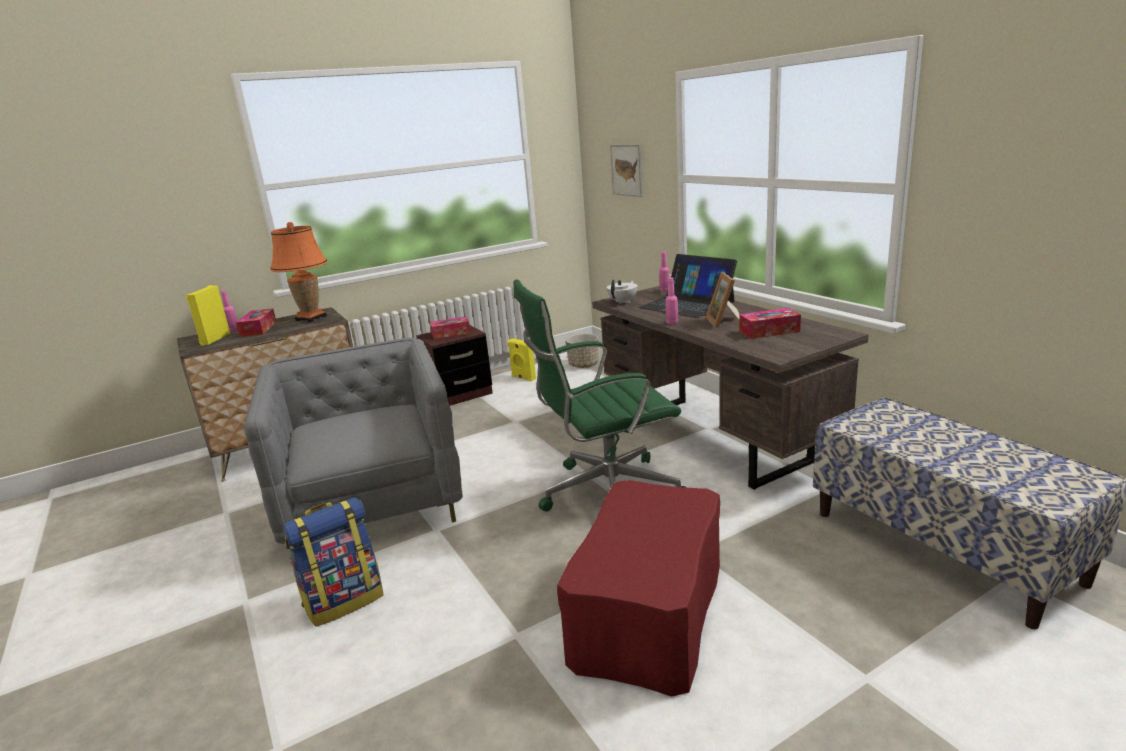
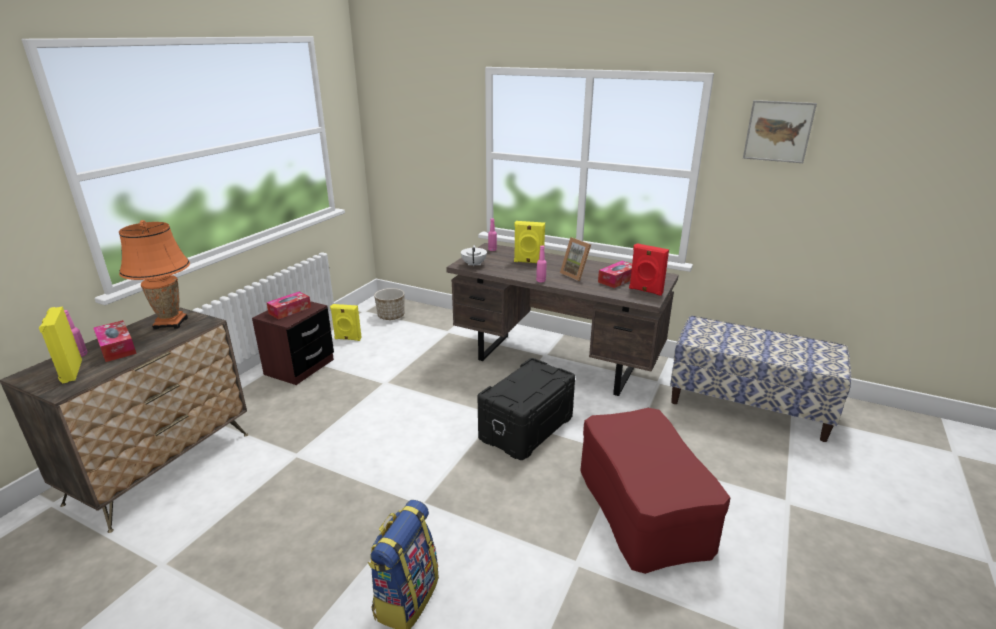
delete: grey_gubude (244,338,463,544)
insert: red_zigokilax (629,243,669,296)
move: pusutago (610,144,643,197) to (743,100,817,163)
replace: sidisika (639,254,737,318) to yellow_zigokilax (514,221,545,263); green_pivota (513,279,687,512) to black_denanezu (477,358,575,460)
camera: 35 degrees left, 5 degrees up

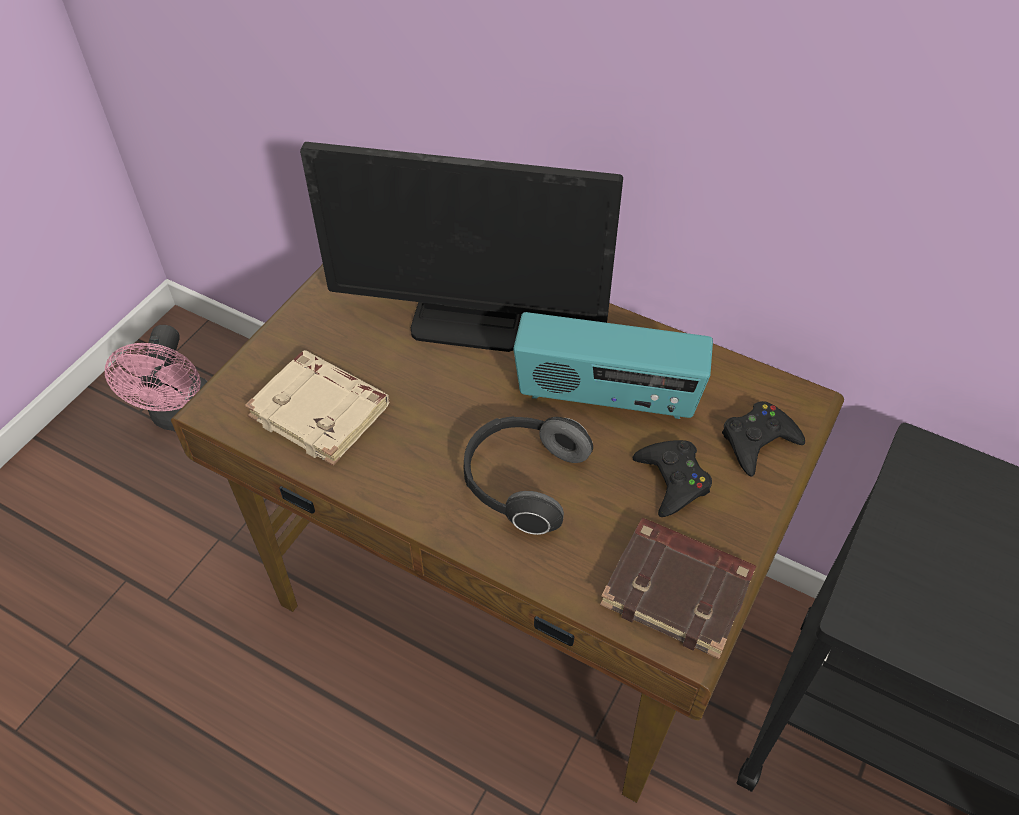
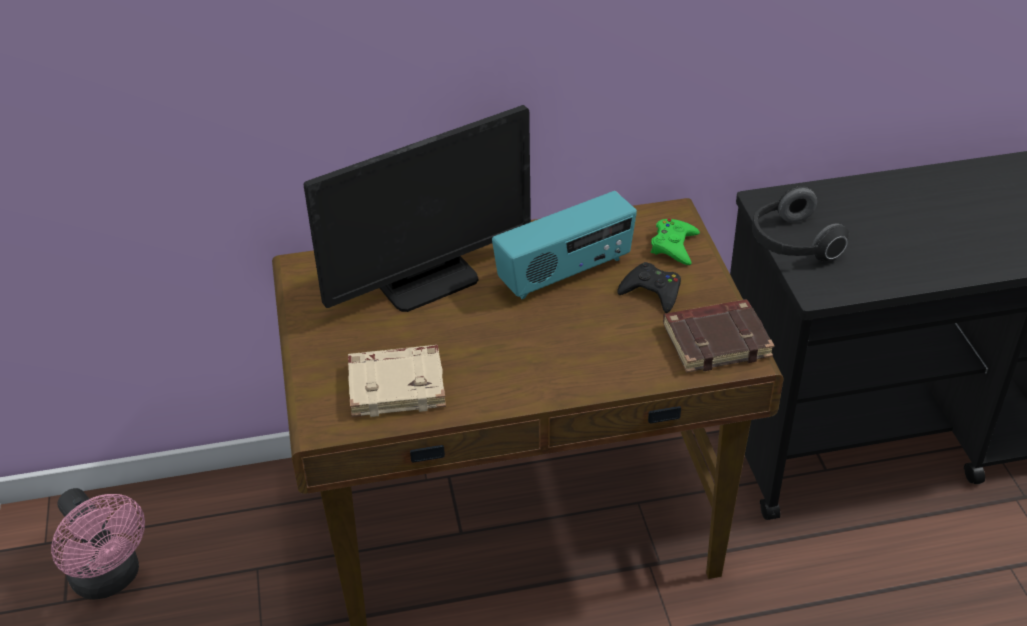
move: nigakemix (464,416,593,535) to (752,186,849,261)
recolor: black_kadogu (722,401,805,476) to green_kadogu (651,219,700,265)
camera: 40 degrees left, 10 degrees down

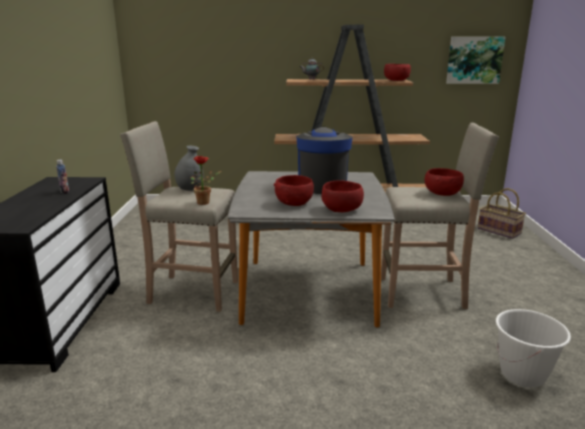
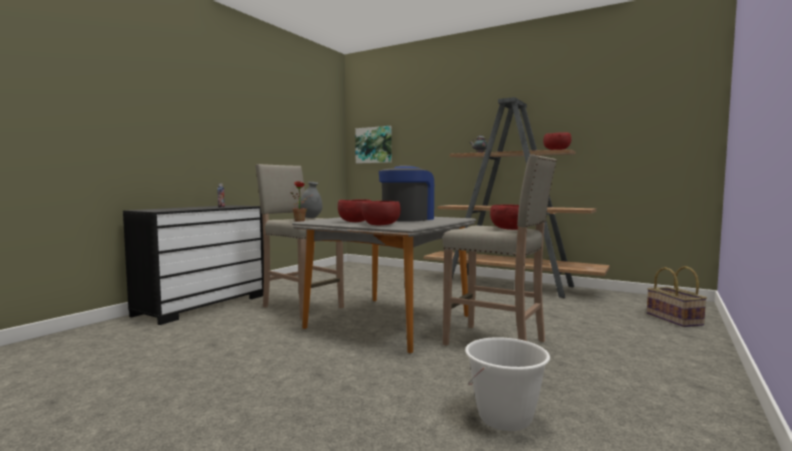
move: pusutago (446,37,506,84) to (355,126,391,164)
camera: 30 degrees right, 15 degrees down

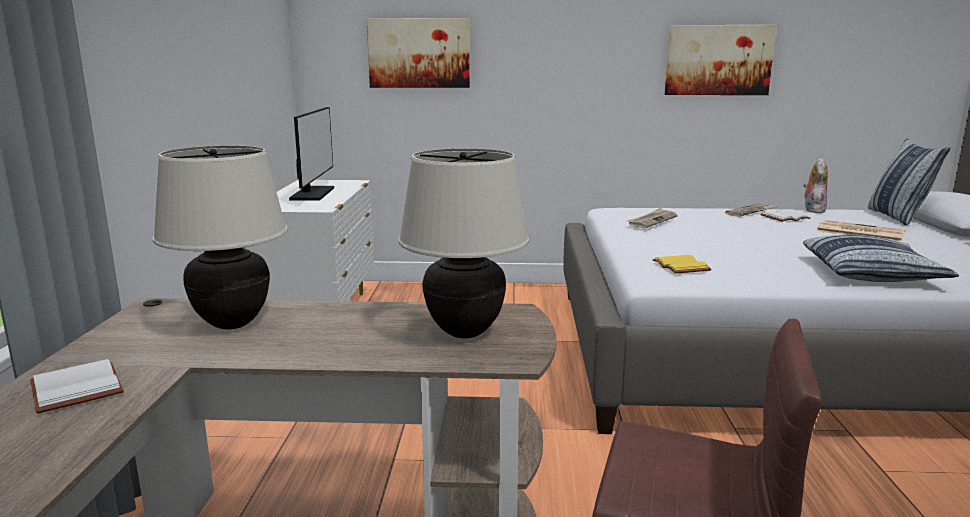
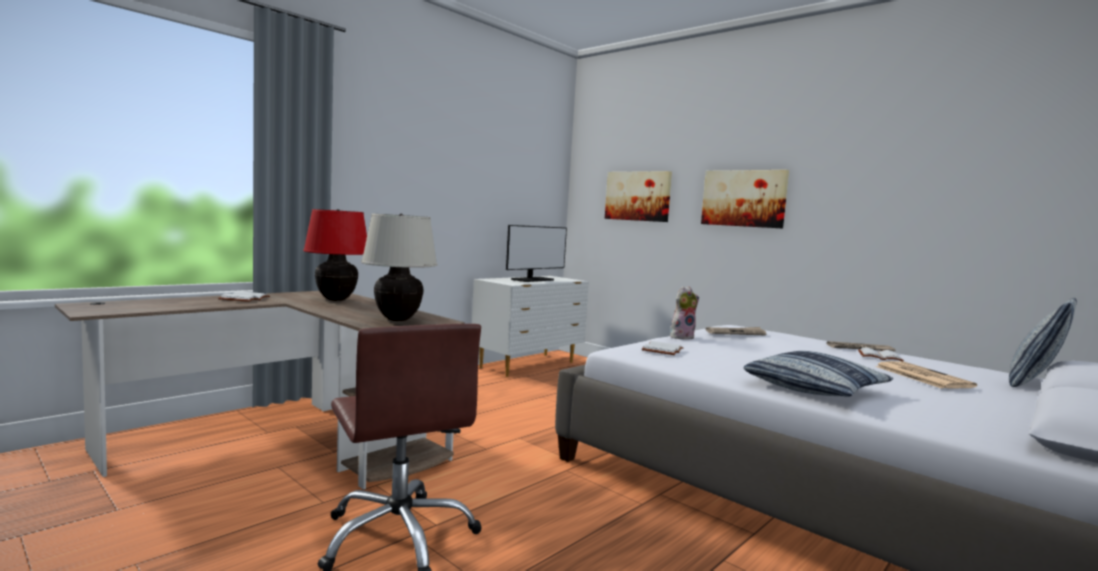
move: pusutago (664,25,776,95) to (701,170,789,229); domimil (803,158,828,213) to (670,286,699,340)
recolor: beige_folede (153,146,288,330) to red_folede (303,209,367,301); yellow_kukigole (652,255,712,274) to white_kukigole (642,341,684,355)
camera: 40 degrees right, 10 degrees down

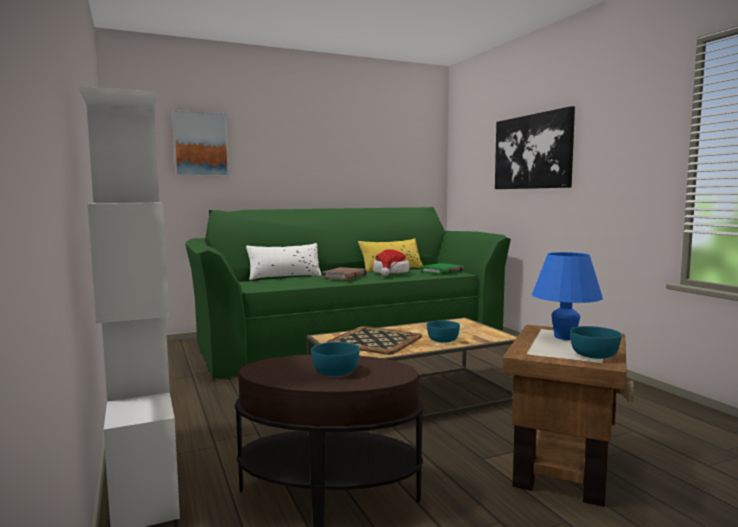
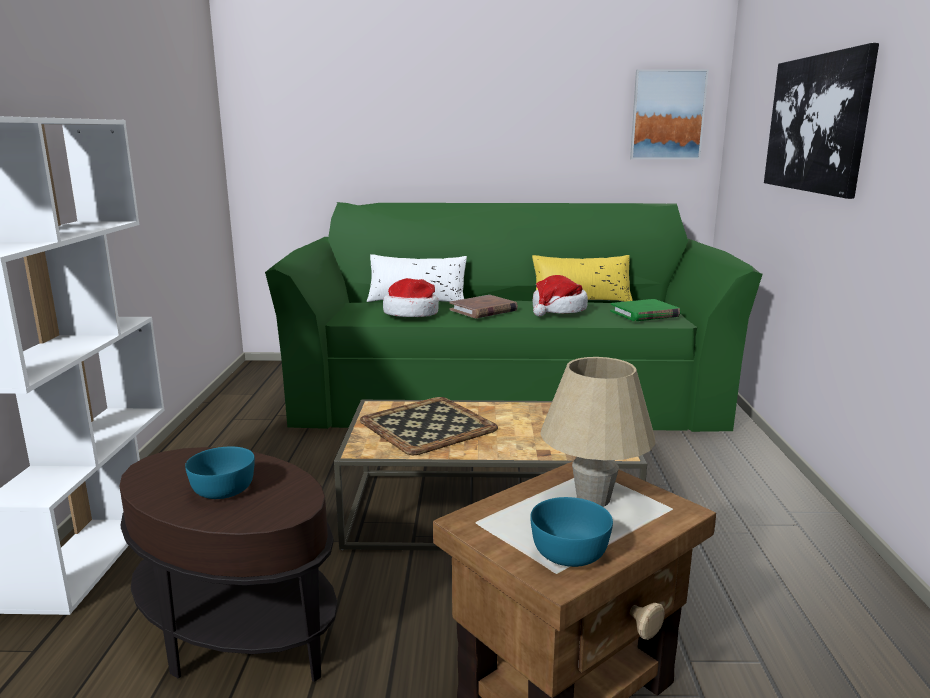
delete: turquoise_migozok (427,320,460,343)
insert: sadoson (383,278,439,317)
move: pusutago (172,110,229,176) to (630,69,709,159)
recolor: blue_folede (532,252,603,340) to beige_folede (540,357,655,507)
camera: 25 degrees right, 10 degrees up

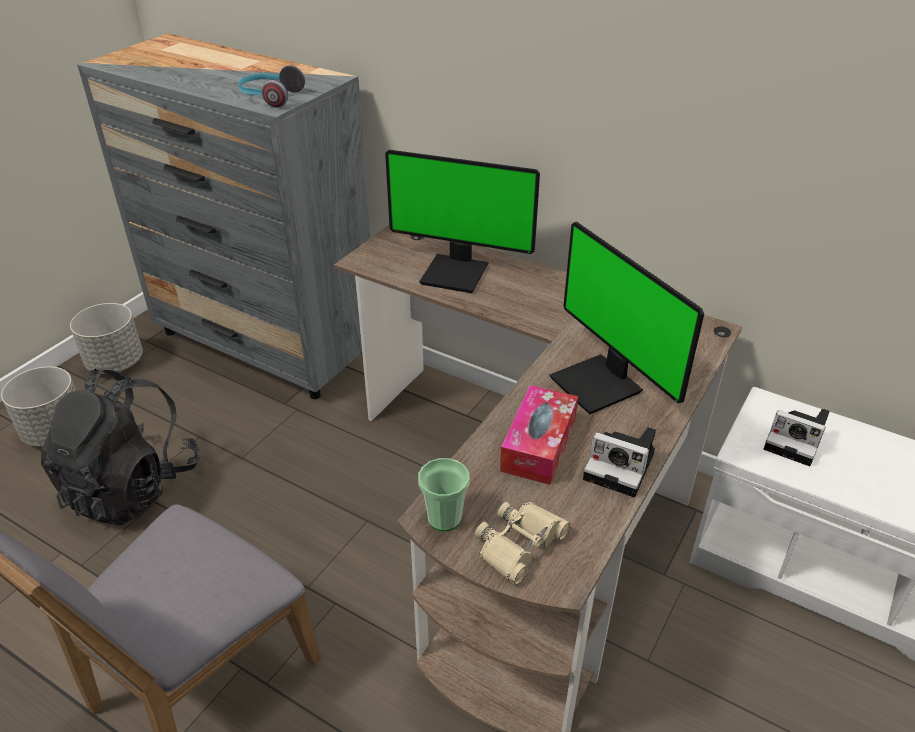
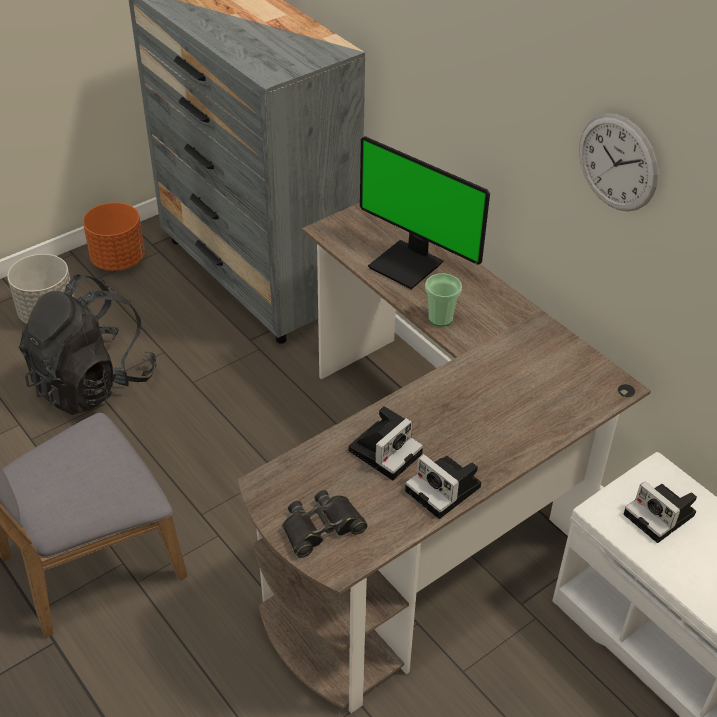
delete: nigakemix (238,65,305,108); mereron (549,222,704,415)
insert: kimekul (579,113,658,212)
move: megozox (418,458,470,531) to (425,273,462,327)
replace: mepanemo (500,385,578,485) to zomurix (349,406,423,480)
recolor: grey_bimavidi (70,303,143,374) to orange_bimavidi (83,202,145,271); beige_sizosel (475,502,571,585) to black_sizosel (282,490,368,558)
camera: 20 degrees right, 5 degrees up

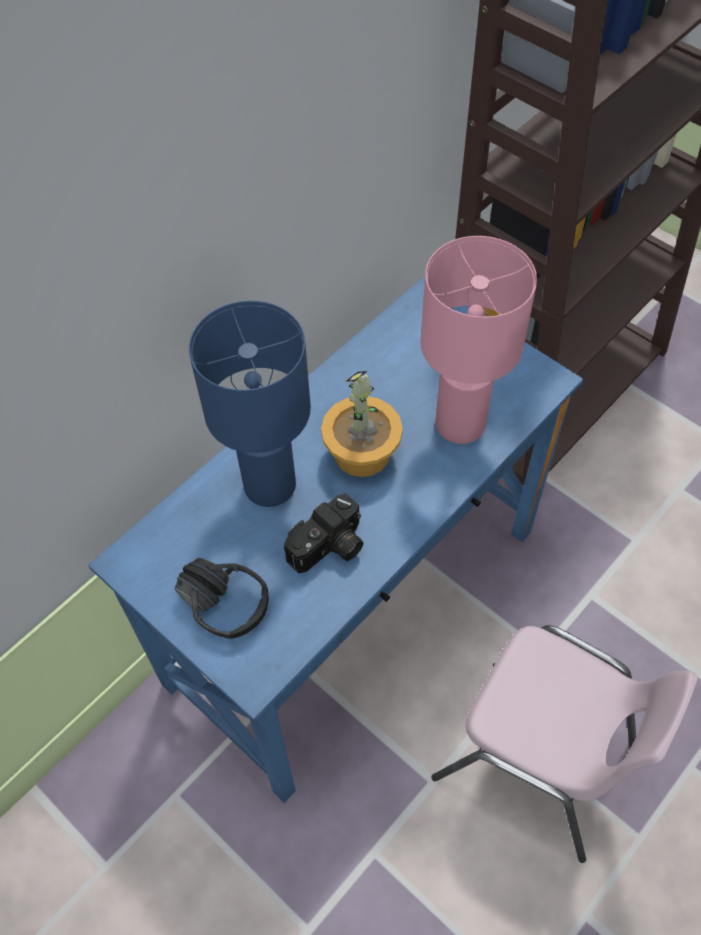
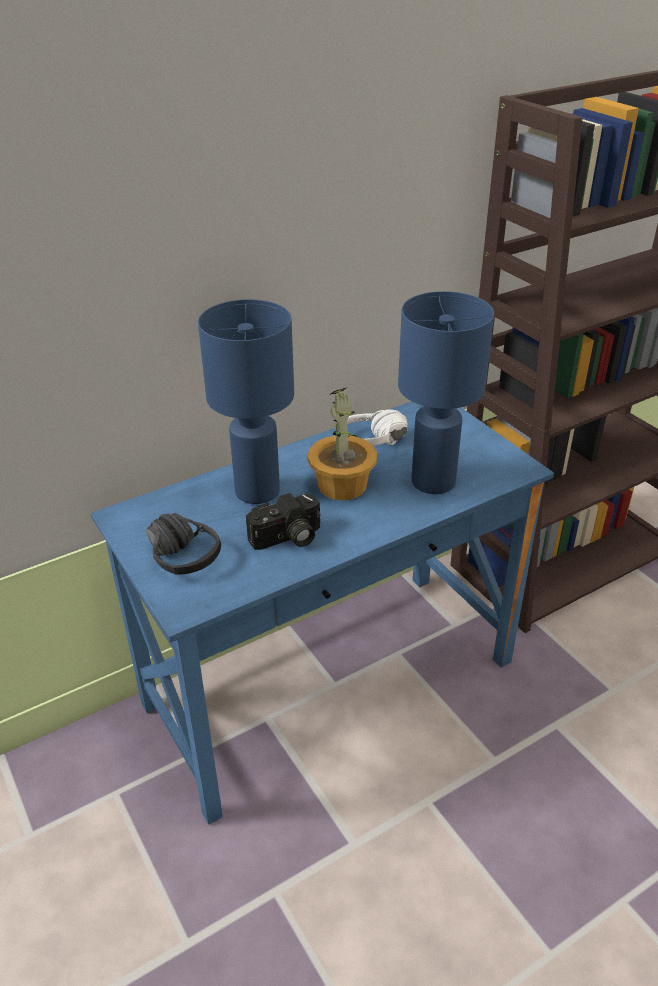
delete: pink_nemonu (431,625,698,863)
insert: white_nigakemix (347,409,408,446)
recolor: pink_folede (421,236,537,444) to blue_folede (398,291,494,494)
camera: 15 degrees right, 20 degrees down

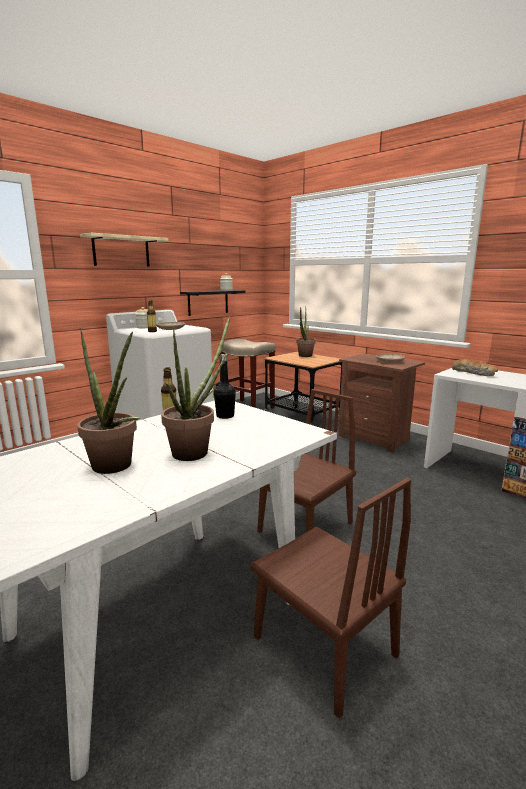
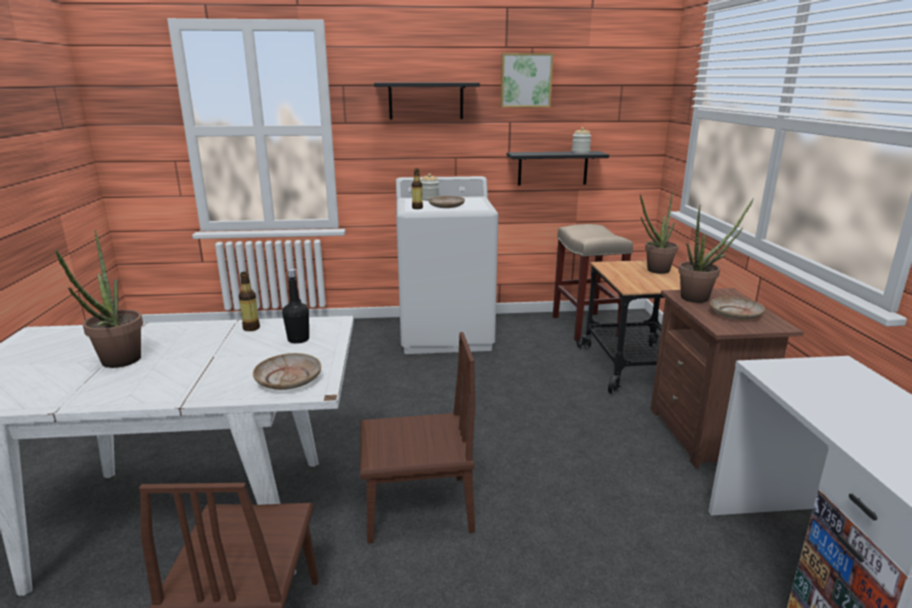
delete: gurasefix (452,359,498,376)
insert: pusutago (500,53,553,108); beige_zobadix (253,353,321,390)
move: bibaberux (161,316,230,461) to (678,199,753,303)
recolor: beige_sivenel (80,233,168,267) to black_sivenel (374,83,480,119)
camera: 40 degrees right, 5 degrees up

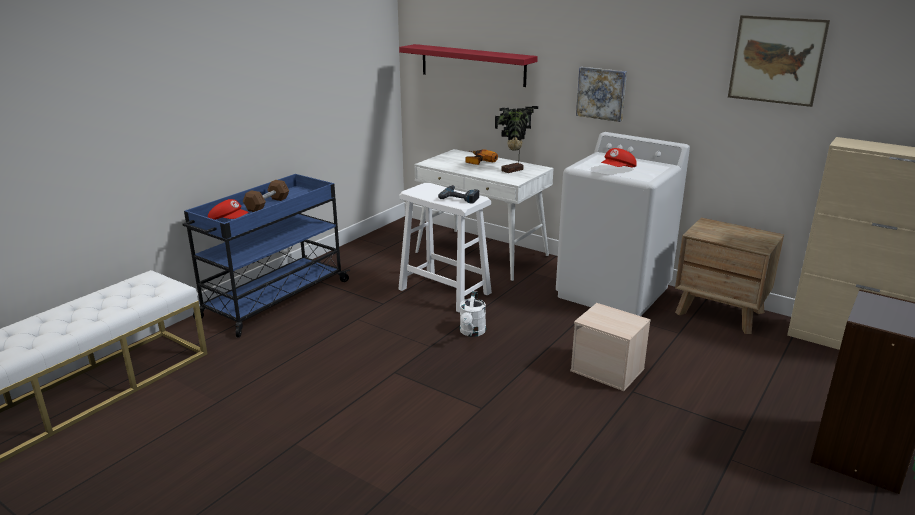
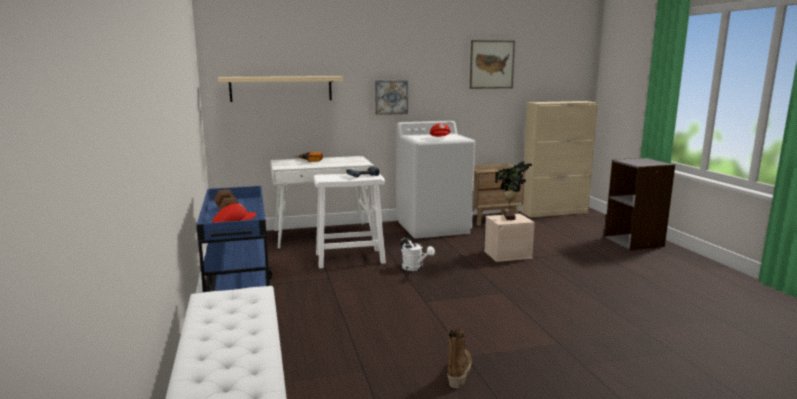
insert: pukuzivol (447,329,472,388)
move: bibaberux (495,106,538,173) to (495,161,532,220)
recolor: red_sivenel (399,44,538,87) to beige_sivenel (218,76,343,102)
camera: 50 degrees left, 10 degrees down

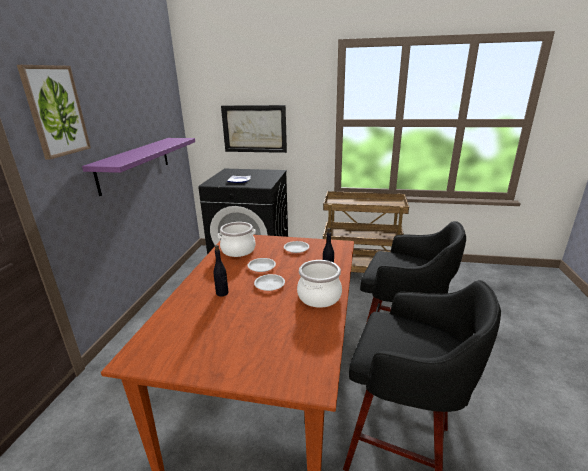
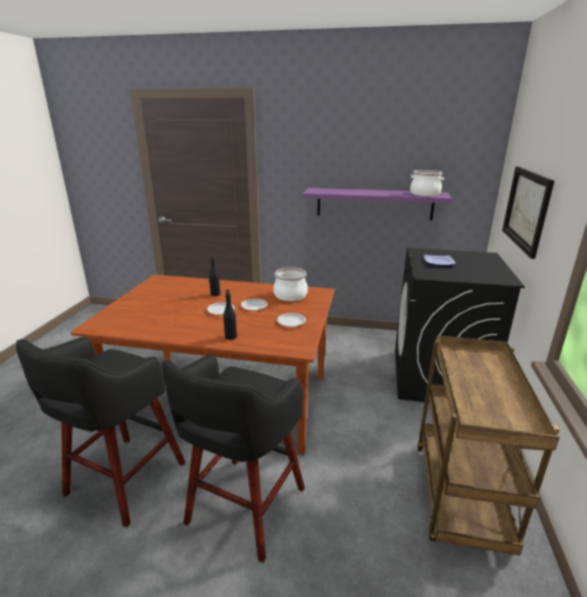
delete: pusutago (17,65,91,160)
move: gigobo (297,260,342,308) to (410,170,444,196)
camera: 90 degrees right, 0 degrees up

